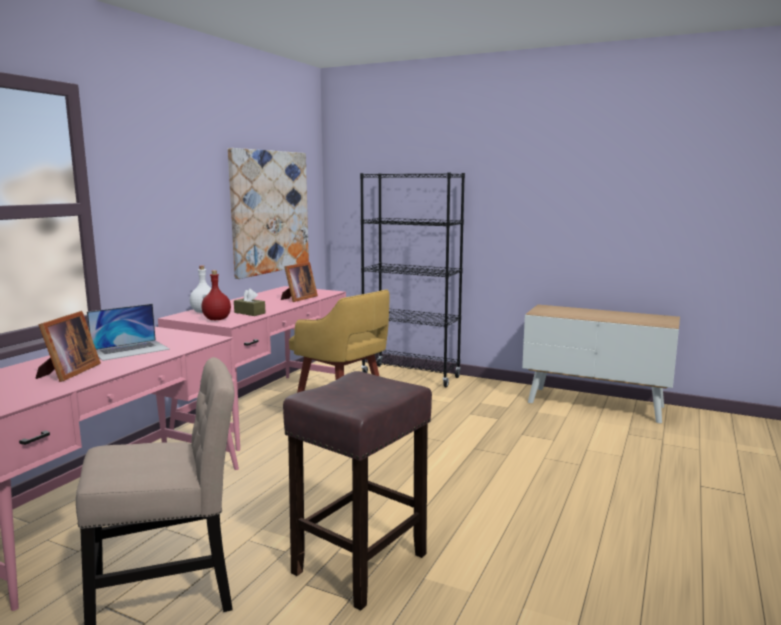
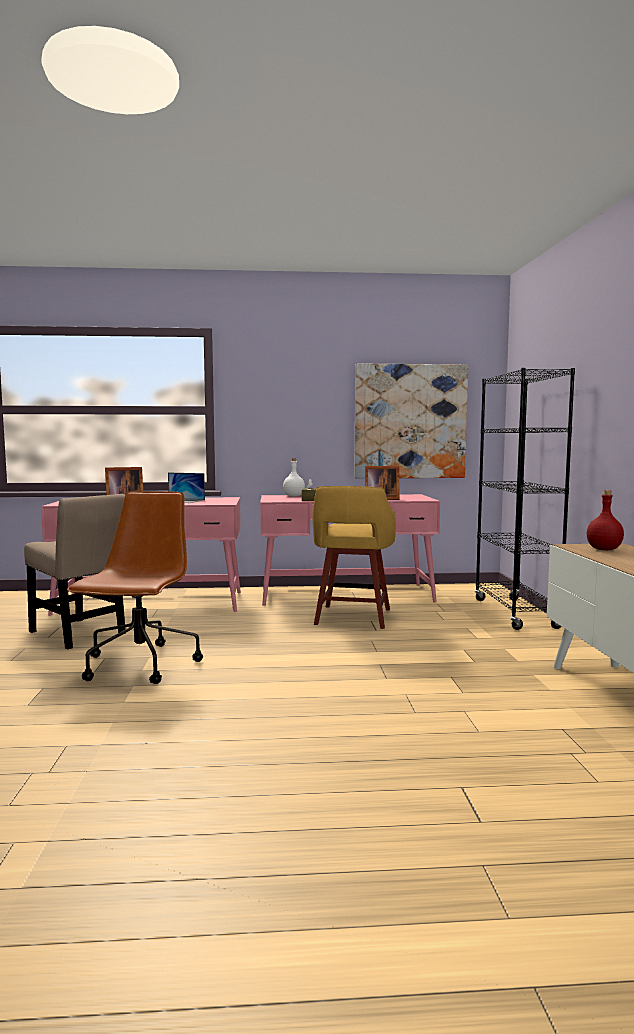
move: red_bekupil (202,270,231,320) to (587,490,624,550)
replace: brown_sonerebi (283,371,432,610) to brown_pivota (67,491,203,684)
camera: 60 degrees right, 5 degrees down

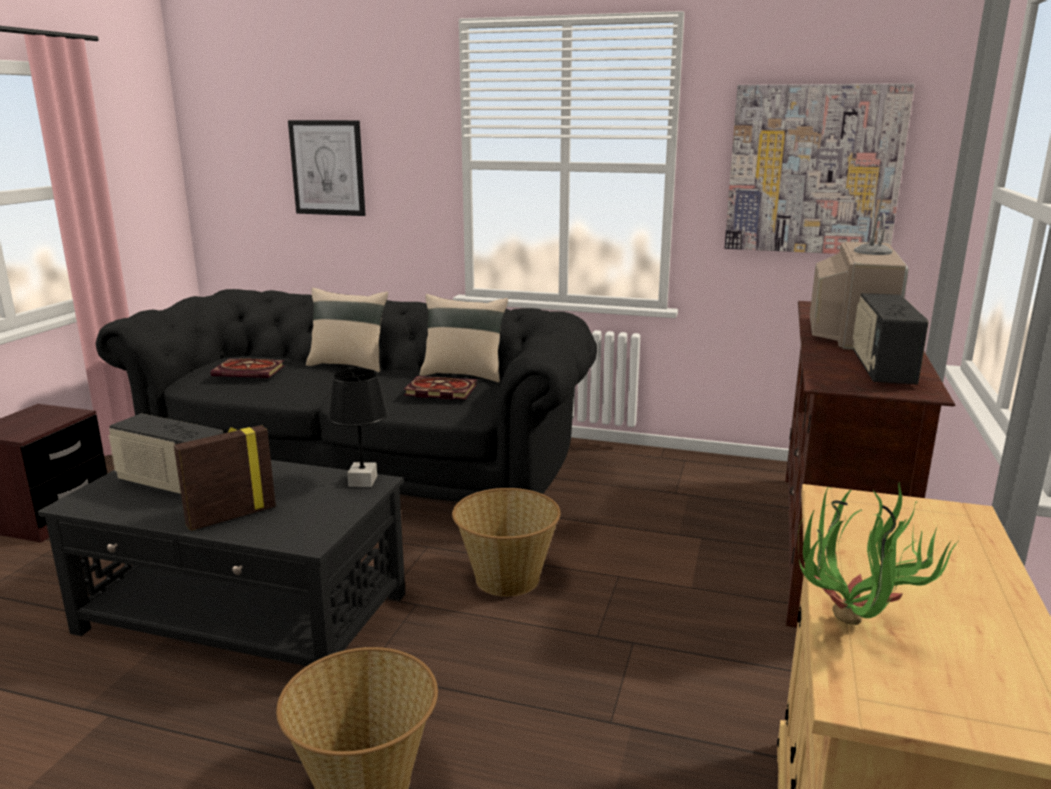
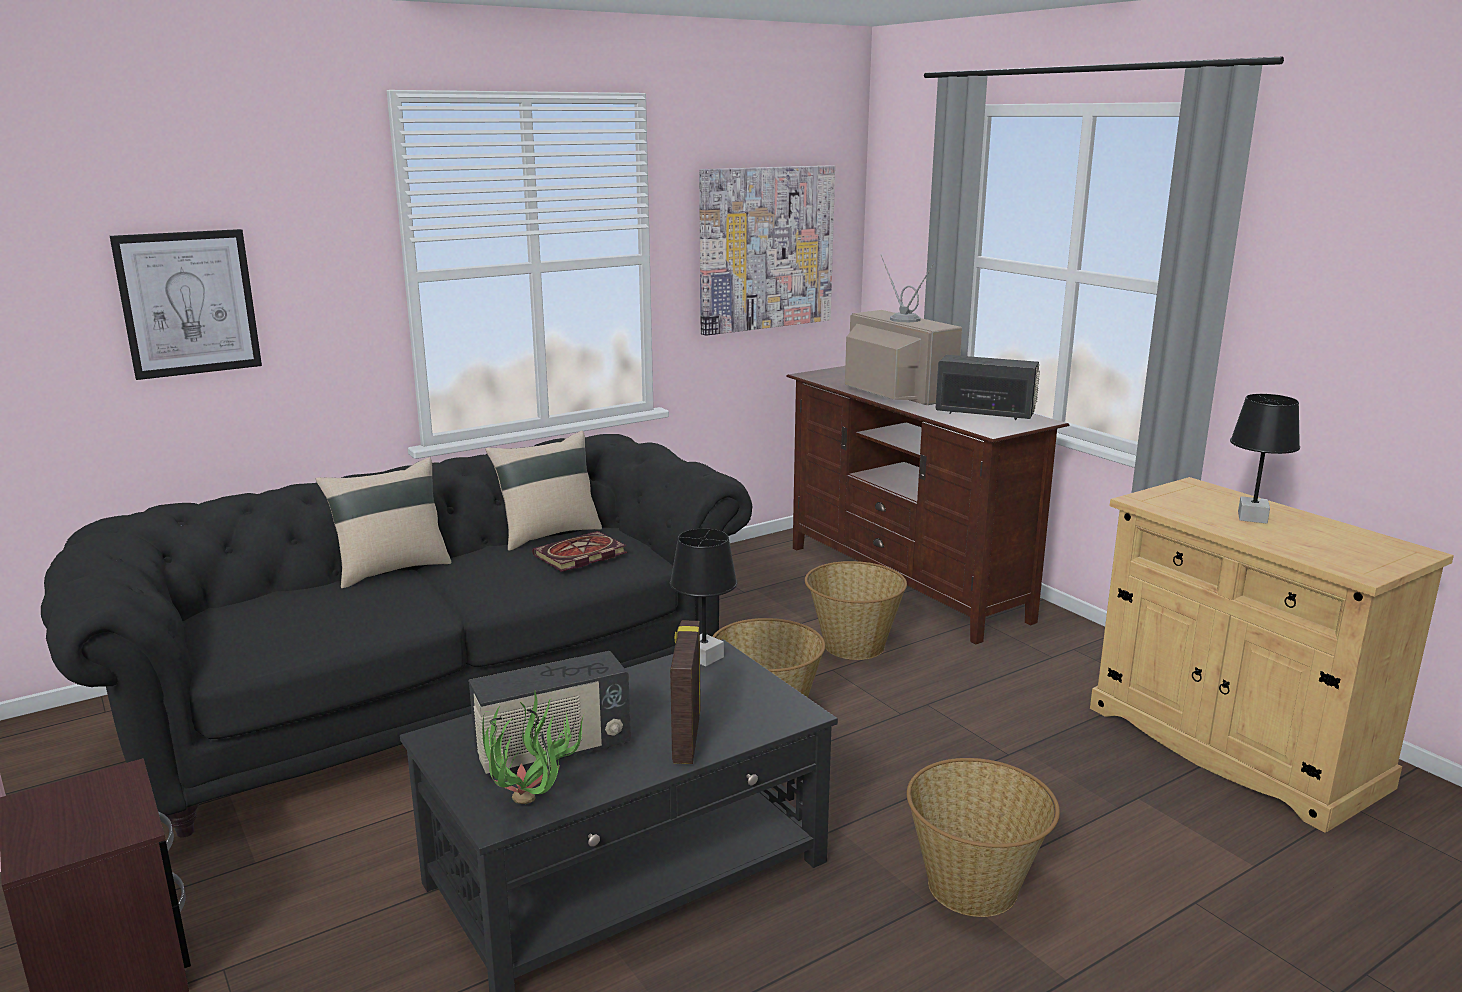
delete: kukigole (210,358,285,378)
insert: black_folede (1230,394,1300,524); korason (805,561,907,660)
move: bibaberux (798,482,960,625) to (482,690,584,804)
rotate: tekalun (852,293,929,384) = (936,355,1040,420) 150 degrees clockwise
camera: 50 degrees left, 0 degrees up

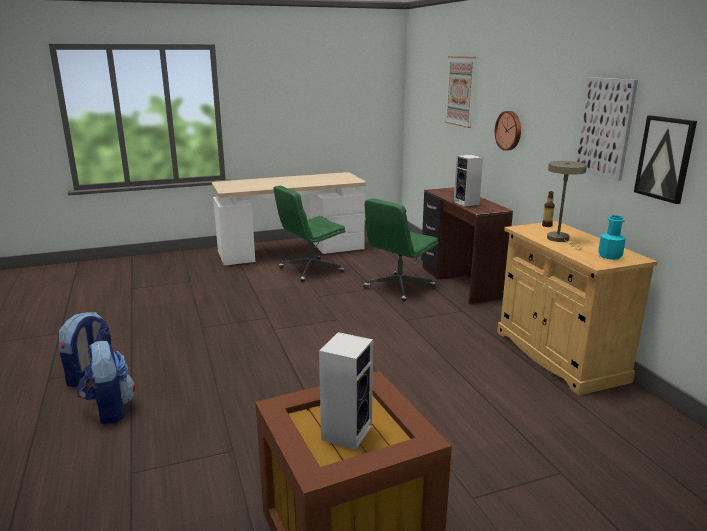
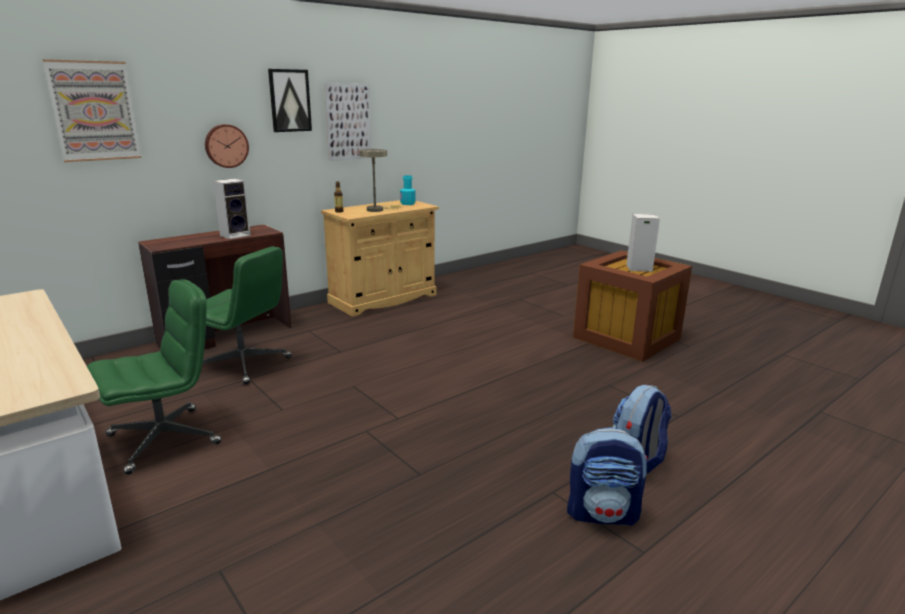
move: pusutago (634,115,697,204) to (268,69,312,132)
rotate: green_pivota (274,185,345,282) = (87,279,221,475) 75 degrees counterclockwise
camera: 110 degrees left, 0 degrees up

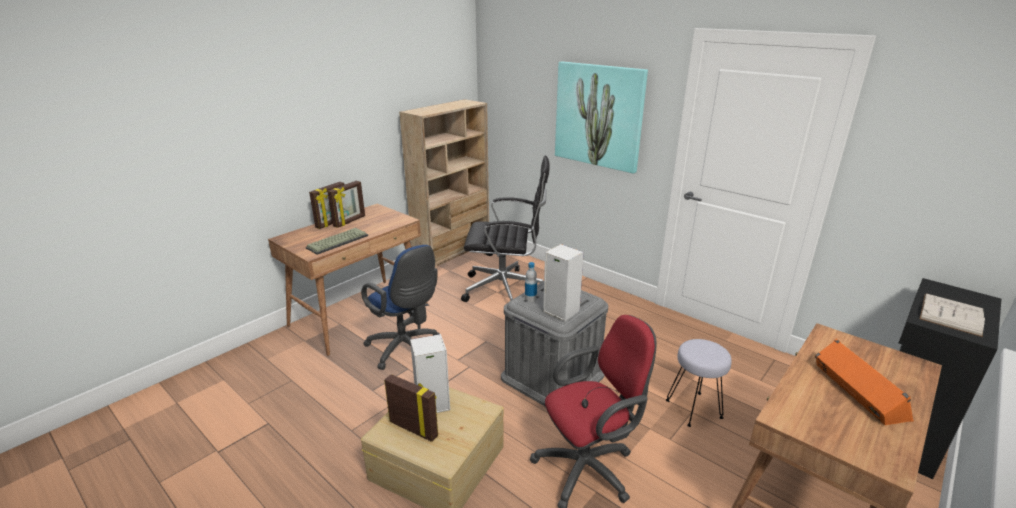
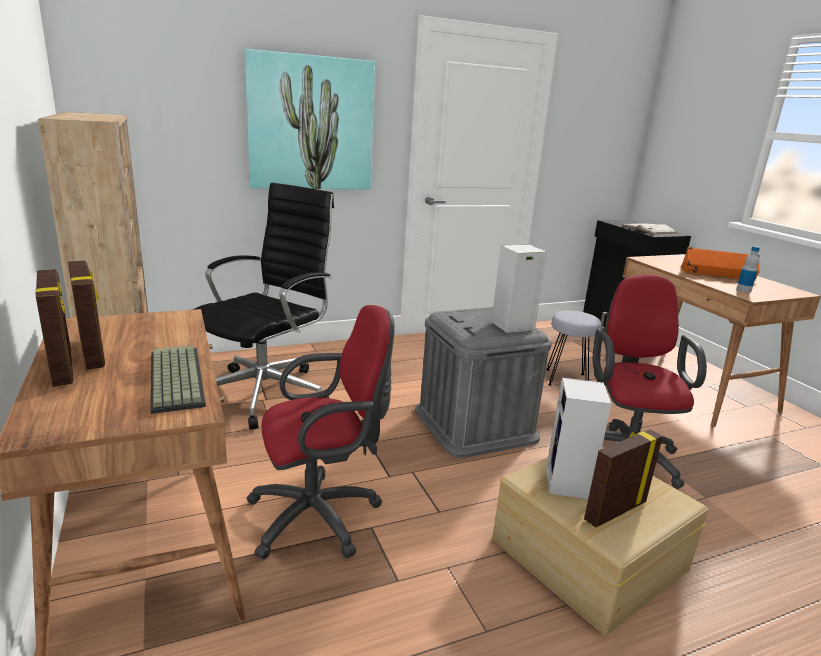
move: bekupil (525,262,537,302) to (736,246,760,293)
recolor: blue_pivota (361,245,439,370) to red_pivota (246,305,395,559)
camera: 65 degrees left, 5 degrees down

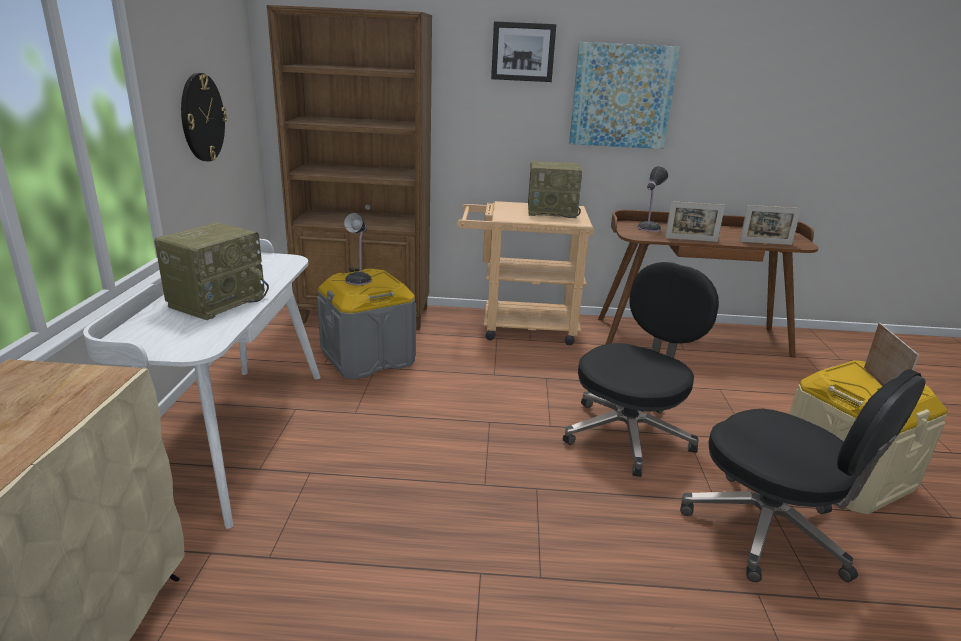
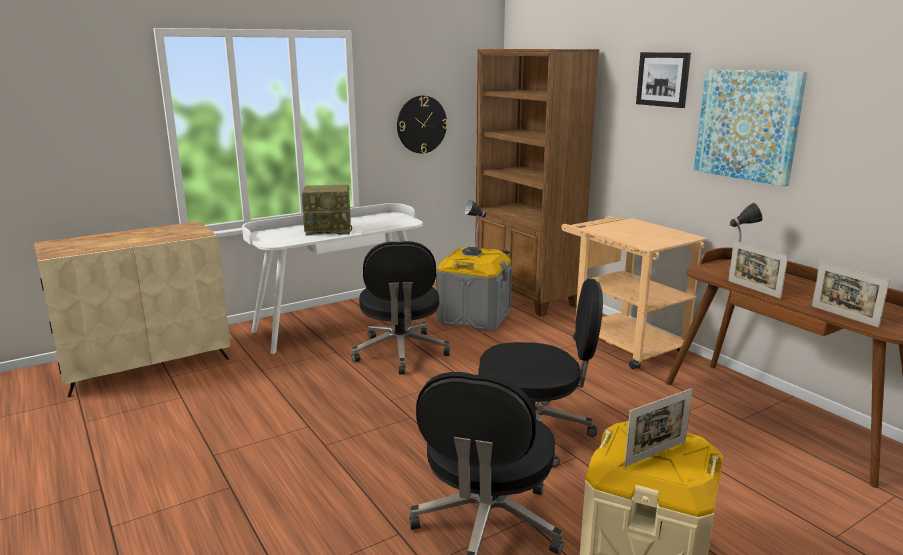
delete: tekalun (528,161,582,218)
insert: black_pivota (351,241,451,375)
camera: 55 degrees right, 5 degrees down

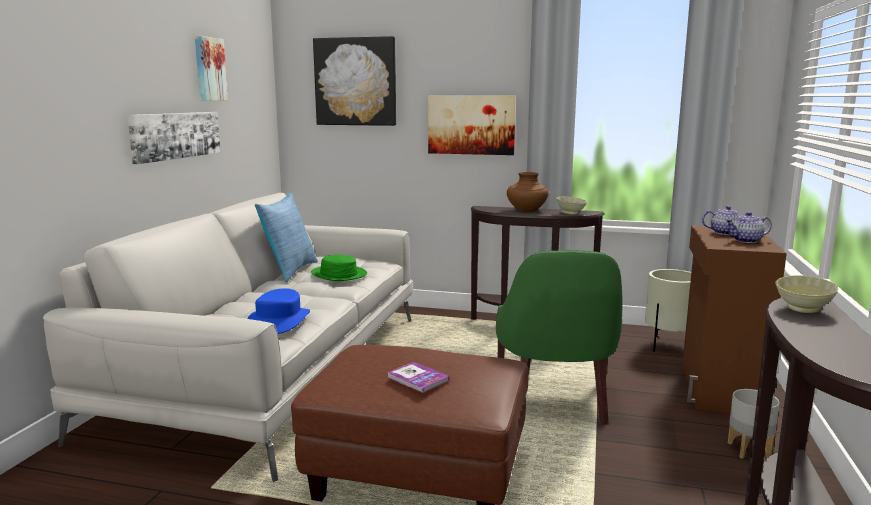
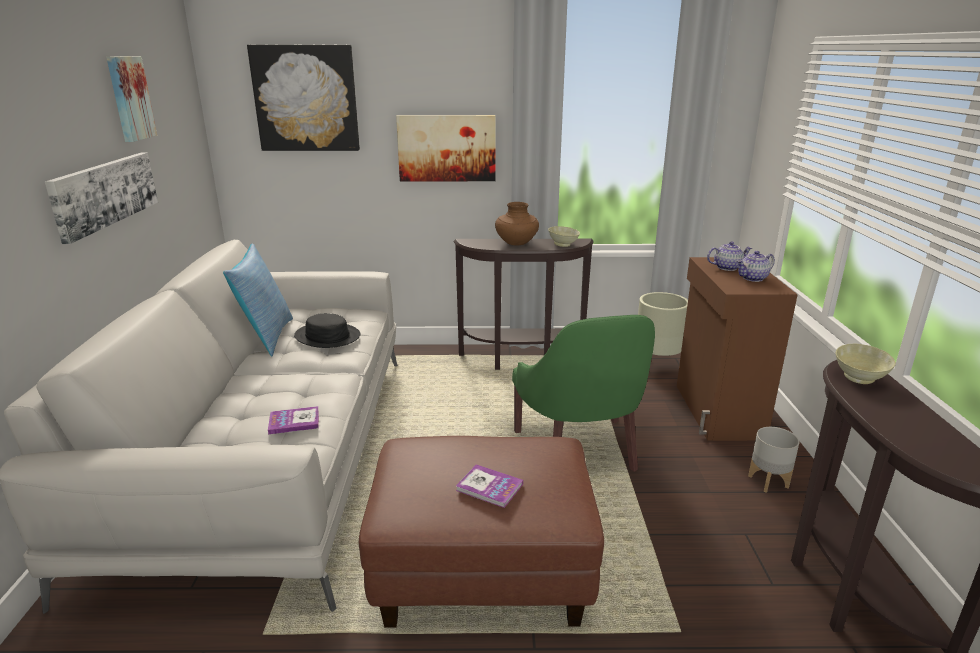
replace: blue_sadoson (248,288,310,334) to kukigole (268,406,319,434)
recolor: green_sadoson (311,255,367,281) to black_sadoson (294,313,360,348)
camera: 15 degrees left, 10 degrees up

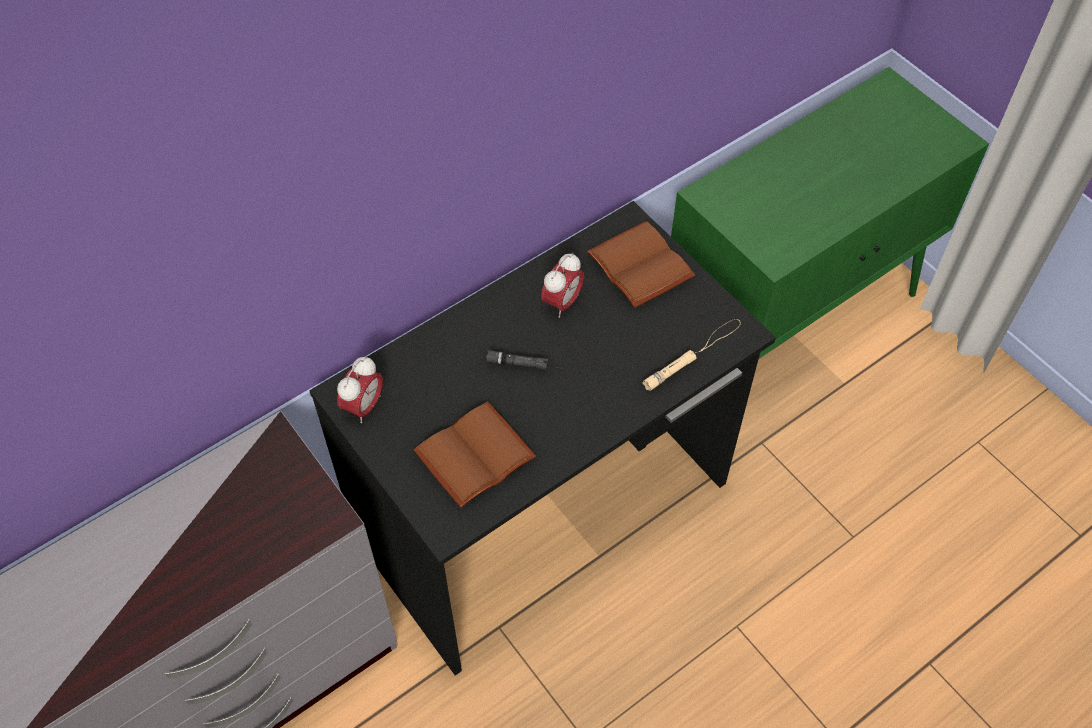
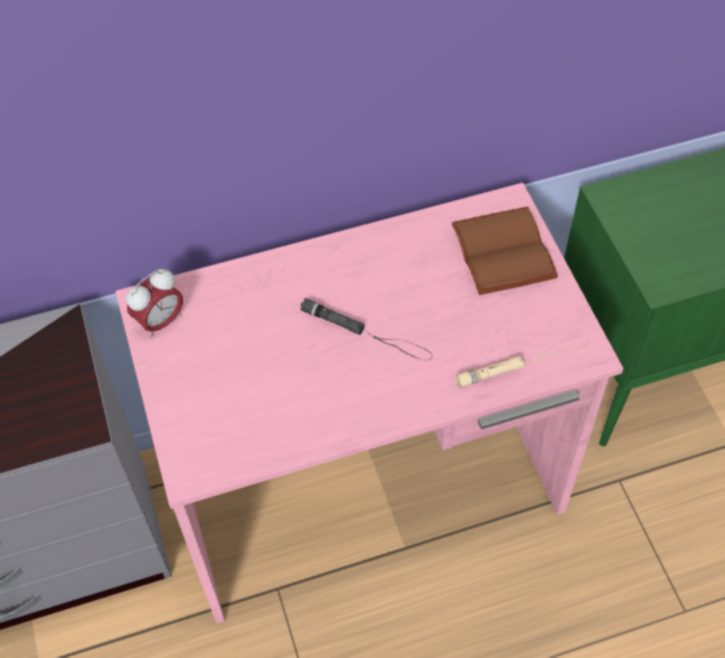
delete: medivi (541,253,584,318); brown_kukigole (414,402,536,507)
recolor: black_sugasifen (309,201,776,675) to pink_sugasifen (115,183,624,624)
camera: 20 degrees right, 0 degrees up

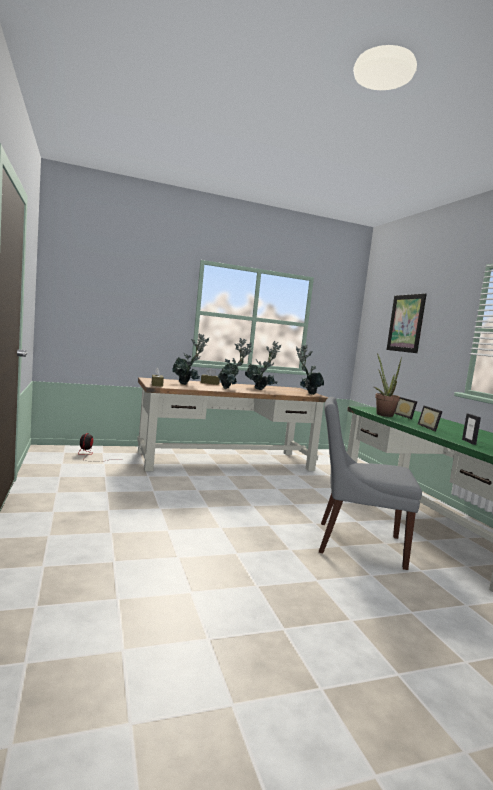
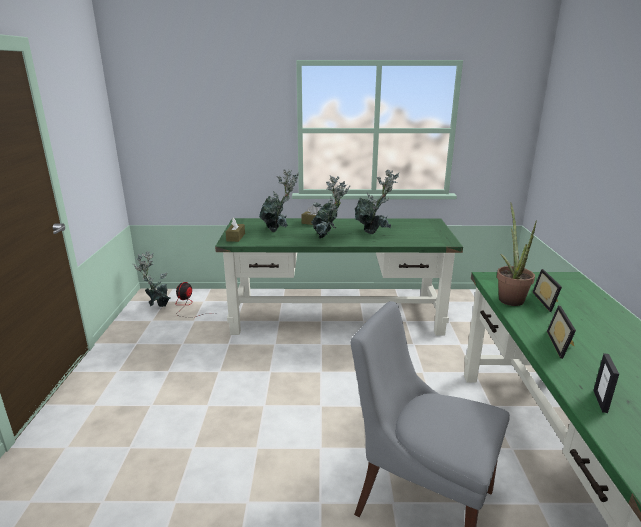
delete: pusutago (387,293,427,353)
move: bibaberux (296,344,324,395) to (132,251,171,307)
recolor: brown_sugasifen (137,377,329,471) to green_sugasifen (215,218,463,335)
camera: 20 degrees right, 15 degrees up

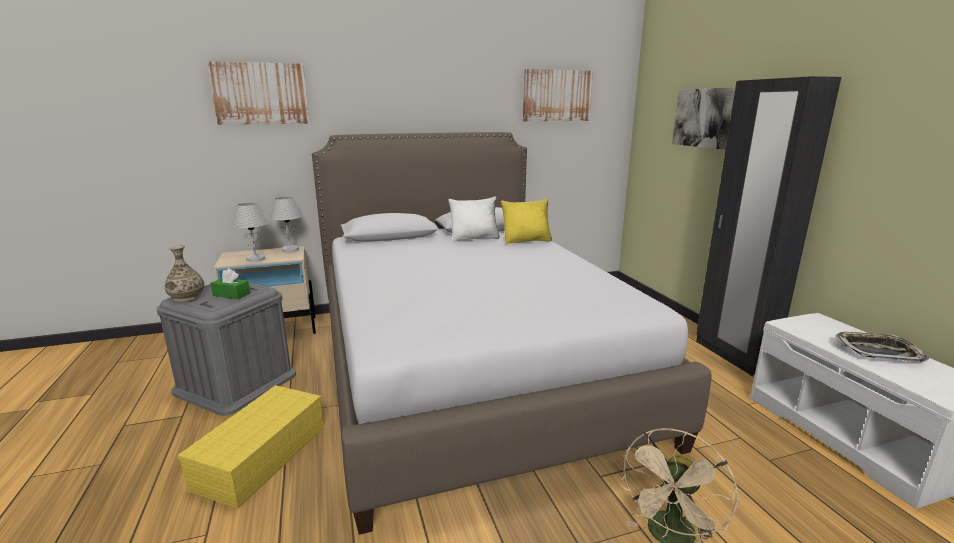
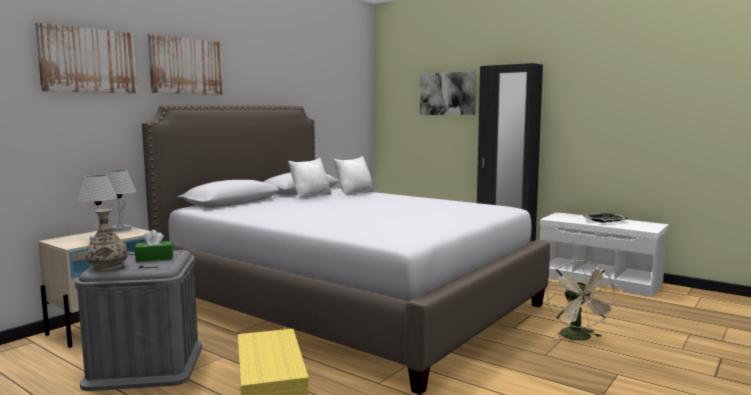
move: pusutago (523,69,593,122) to (148,34,224,95)
recolor: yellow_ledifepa (501,198,552,244) to white_ledifepa (334,156,373,195)
camera: 35 degrees left, 10 degrees down

